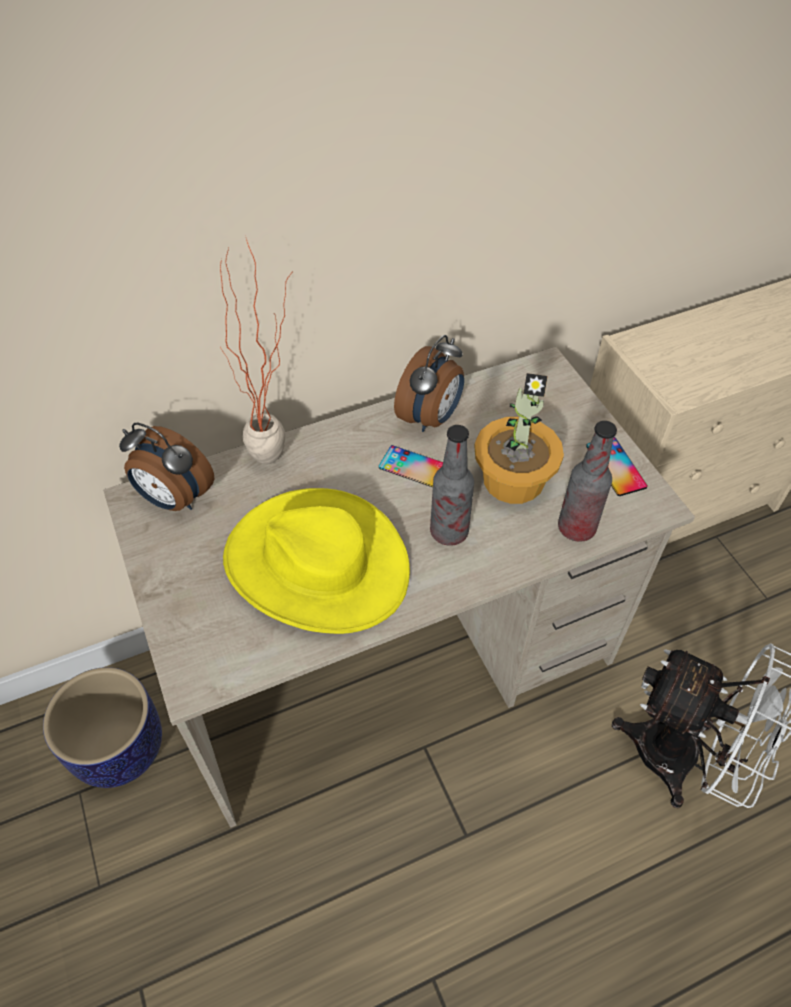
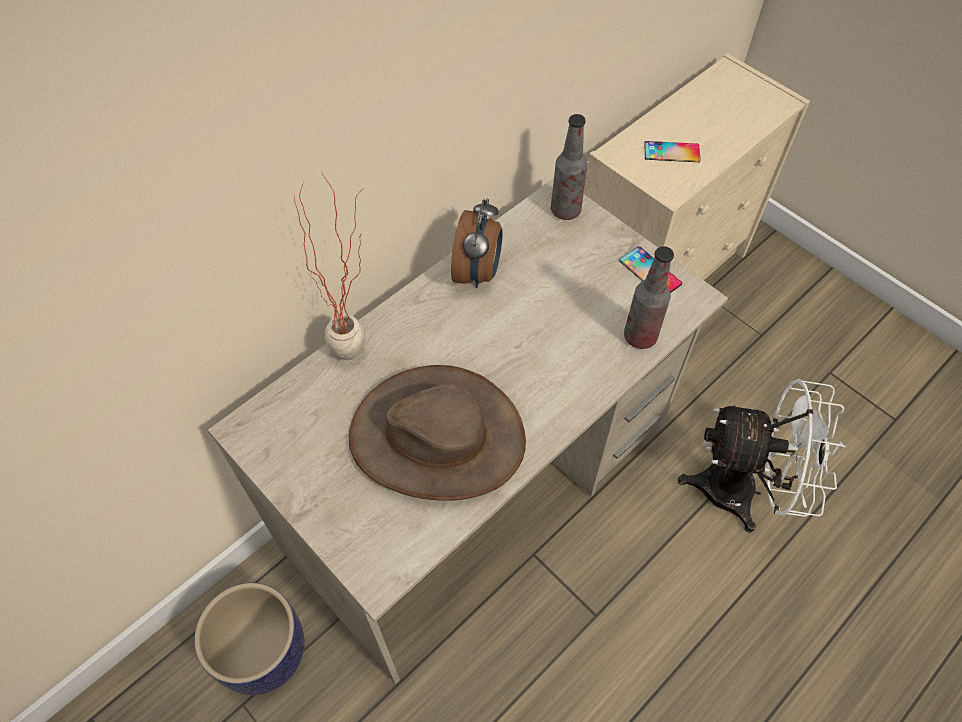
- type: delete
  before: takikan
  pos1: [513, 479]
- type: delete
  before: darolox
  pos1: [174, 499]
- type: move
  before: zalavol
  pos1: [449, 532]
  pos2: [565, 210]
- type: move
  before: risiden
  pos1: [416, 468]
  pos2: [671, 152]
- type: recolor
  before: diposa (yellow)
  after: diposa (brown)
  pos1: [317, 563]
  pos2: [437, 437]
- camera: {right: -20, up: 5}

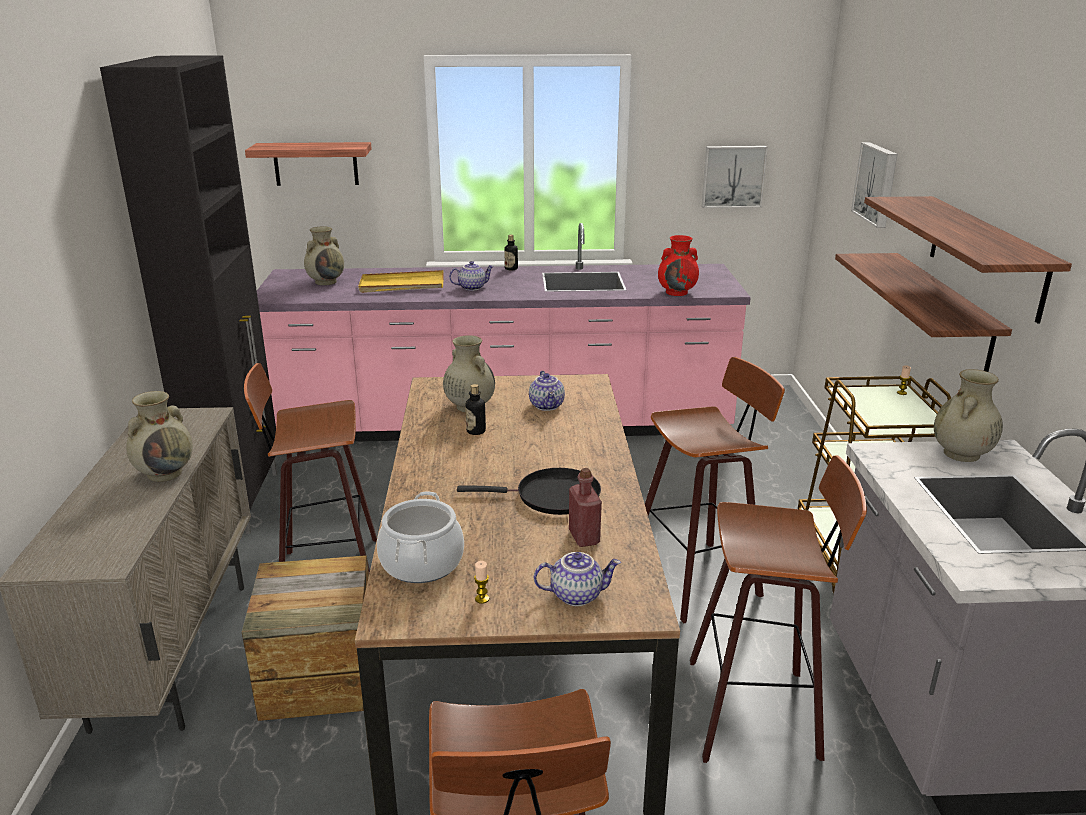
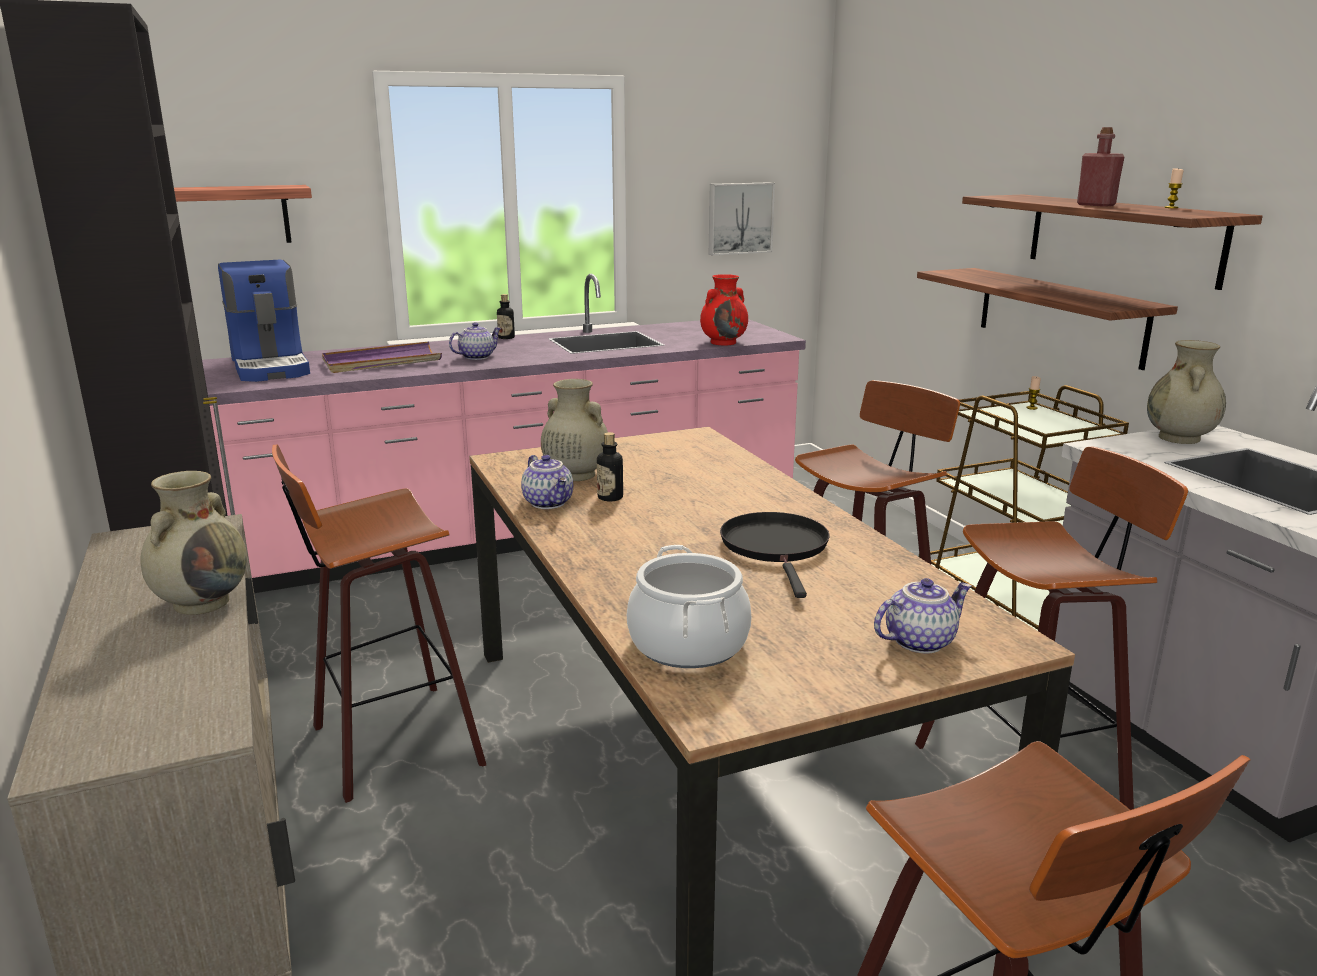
- type: delete
  before: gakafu
  pos1: [877, 184]
- type: replace
  before: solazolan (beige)
  after: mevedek
  pos1: [326, 282]
  pos2: [272, 367]
- type: recolor
  before: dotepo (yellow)
  after: dotepo (purple)
  pos1: [402, 285]
  pos2: [381, 362]
- type: move
  before: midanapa
  pos1: [547, 406]
  pos2: [549, 503]
- type: rotate
  before: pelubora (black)
  pos1: [552, 496]
  pos2: [776, 548]
  turn: -75
- type: move
  before: zalavol (red)
  pos1: [584, 537]
  pos2: [1096, 205]
- type: delete
  before: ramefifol
  pos1: [319, 677]
- type: move
  before: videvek
  pos1: [482, 599]
  pos2: [1171, 207]
- camera: {right: -20, up: -5}

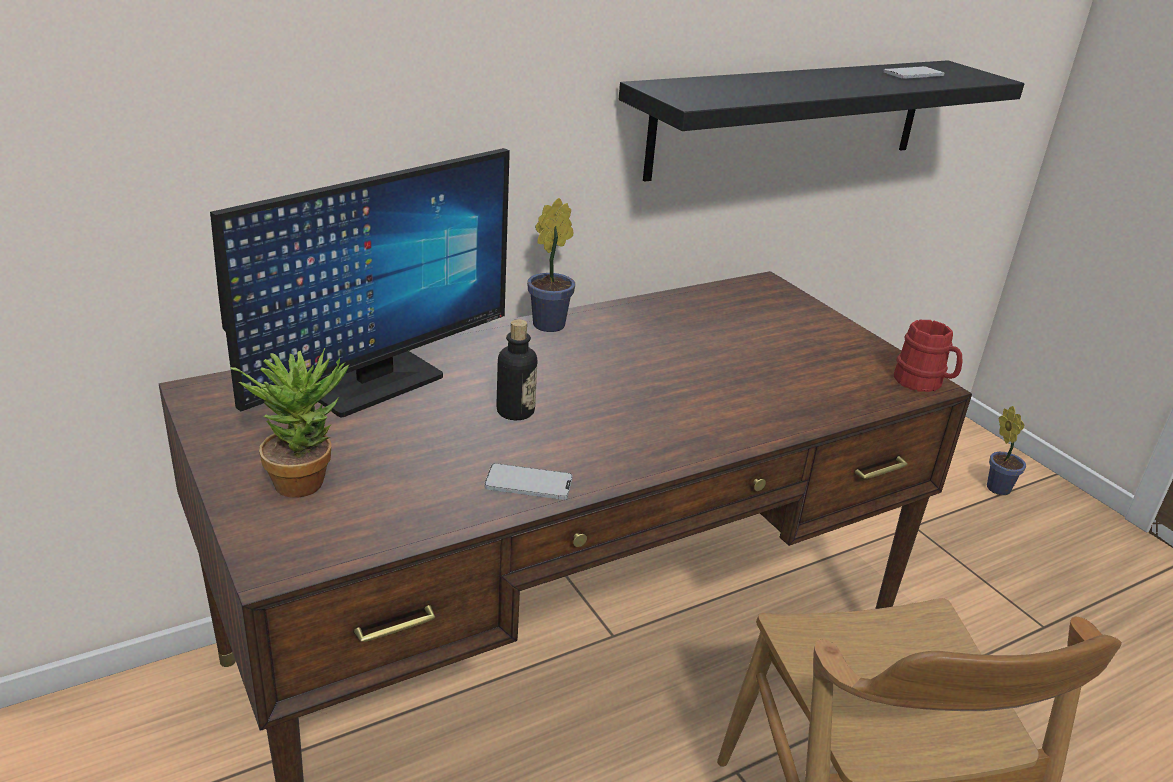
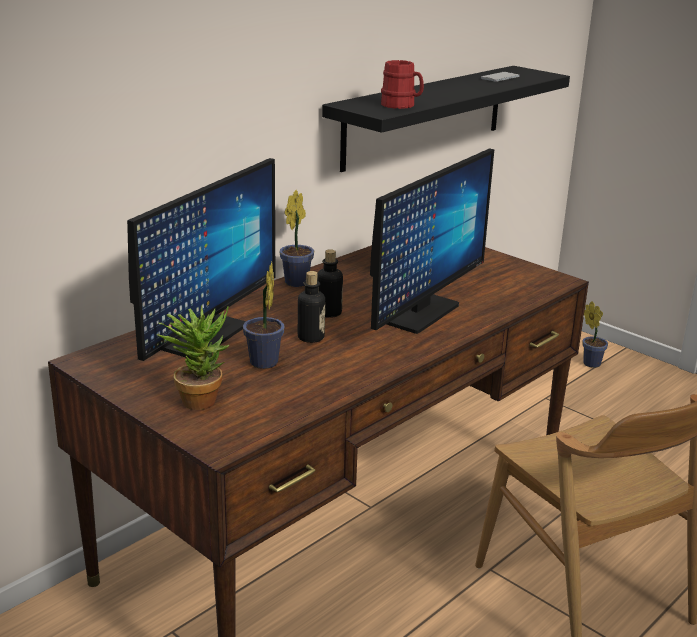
- type: move
  before: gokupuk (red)
  pos1: [923, 383]
  pos2: [402, 105]
- type: delete
  before: risiden
  pos1: [528, 483]
- type: insert
  after: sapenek
  pos2: [420, 313]
- type: insert
  after: zalavol
  pos2: [329, 313]
- type: insert
  after: takikan
  pos2: [263, 364]
- camera: {right: -15, up: -5}

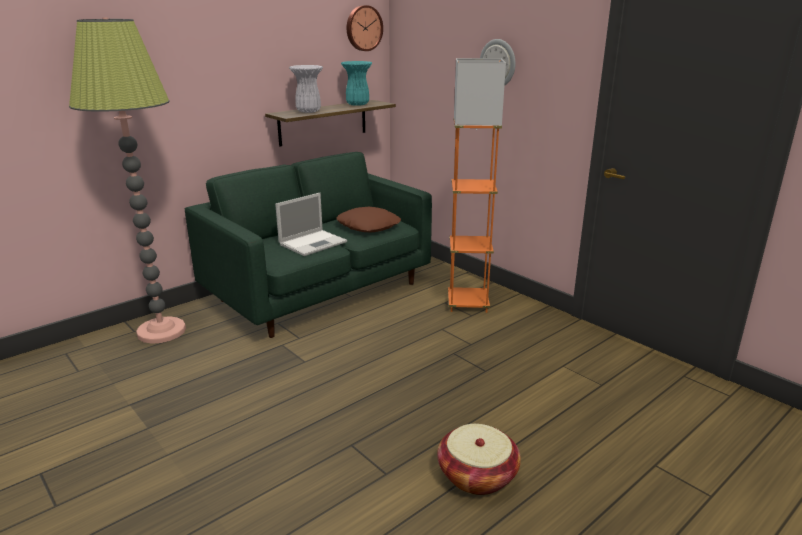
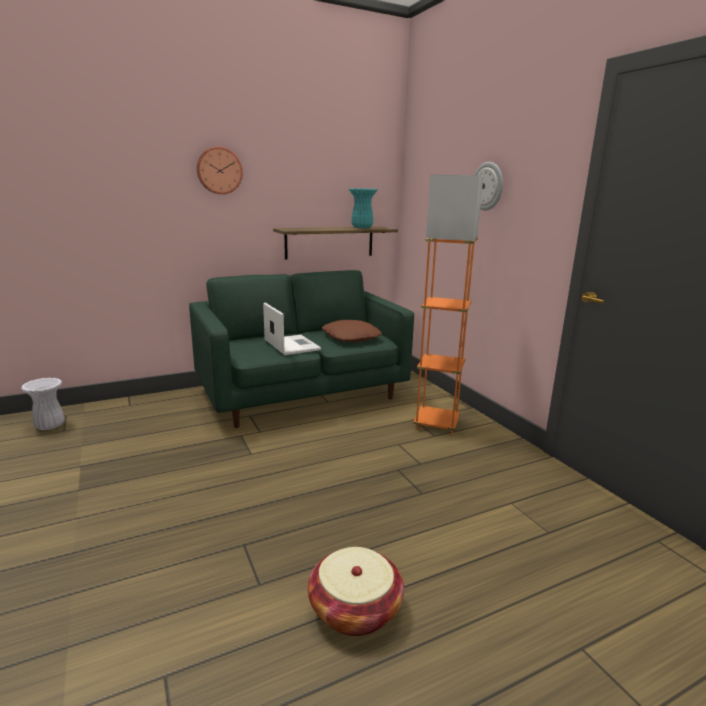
- type: move
  before: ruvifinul
  pos1: [363, 28]
  pos2: [219, 170]
- type: delete
  before: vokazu
  pos1: [161, 331]
- type: move
  before: solazolan (white)
  pos1: [308, 111]
  pos2: [49, 426]
- type: rotate
  before: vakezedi
  pos1: [314, 243]
  pos2: [291, 345]
  turn: -90
- camera: {right: 15, up: -5}

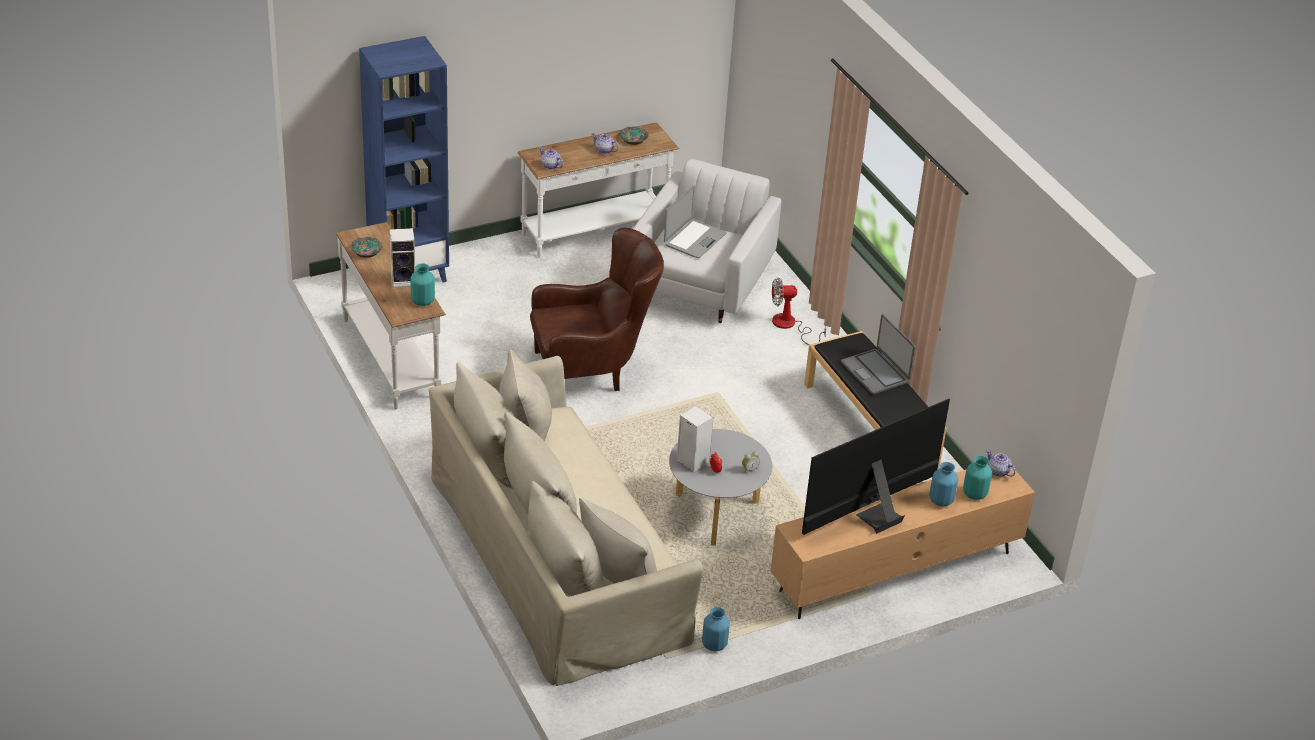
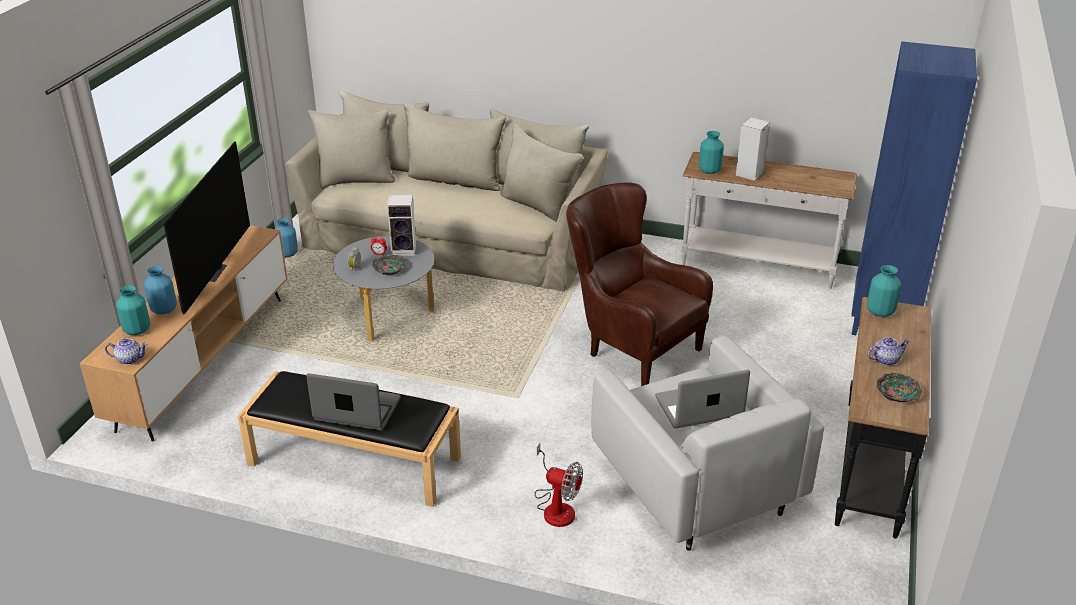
- type: recolor
  before: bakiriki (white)
  after: bakiriki (black)
  pos1: [595, 232]
  pos2: [869, 465]
- type: replace
  before: midanapa
  after: solazolan (turquoise)
  pos1: [550, 166]
  pos2: [879, 312]
- type: rotate
  before: vakezedi
  pos1: [694, 239]
  pos2: [699, 407]
  turn: 90
- type: rotate
  before: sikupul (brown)
  pos1: [592, 371]
  pos2: [630, 347]
  turn: 105
- type: move
  before: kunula
  pos1: [367, 250]
  pos2: [389, 269]
- type: rotate
  before: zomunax
  pos1: [790, 326]
  pos2: [556, 507]
  turn: 75
- camera: {right: 135, up: -5}

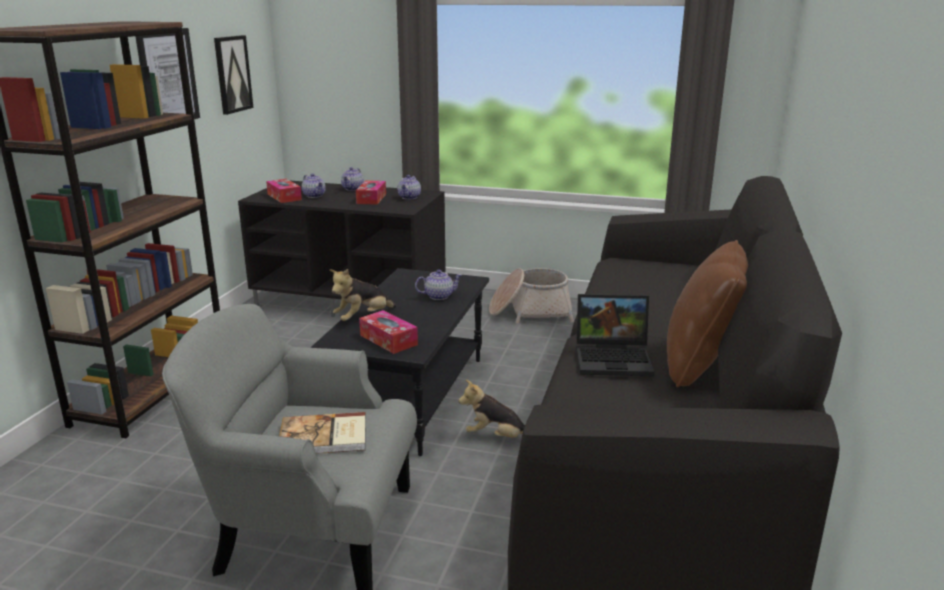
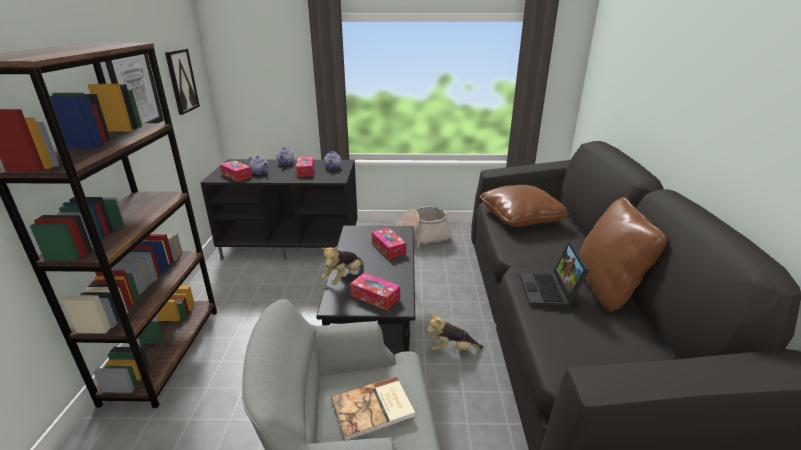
- type: replace
  before: midanapa
  after: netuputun
  pos1: [439, 296]
  pos2: [388, 248]
- type: rotate
  before: vakezedi
  pos1: [614, 359]
  pos2: [550, 291]
  turn: 105
- type: insert
  after: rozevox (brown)
  pos2: [520, 217]
- camera: {right: -15, up: 5}

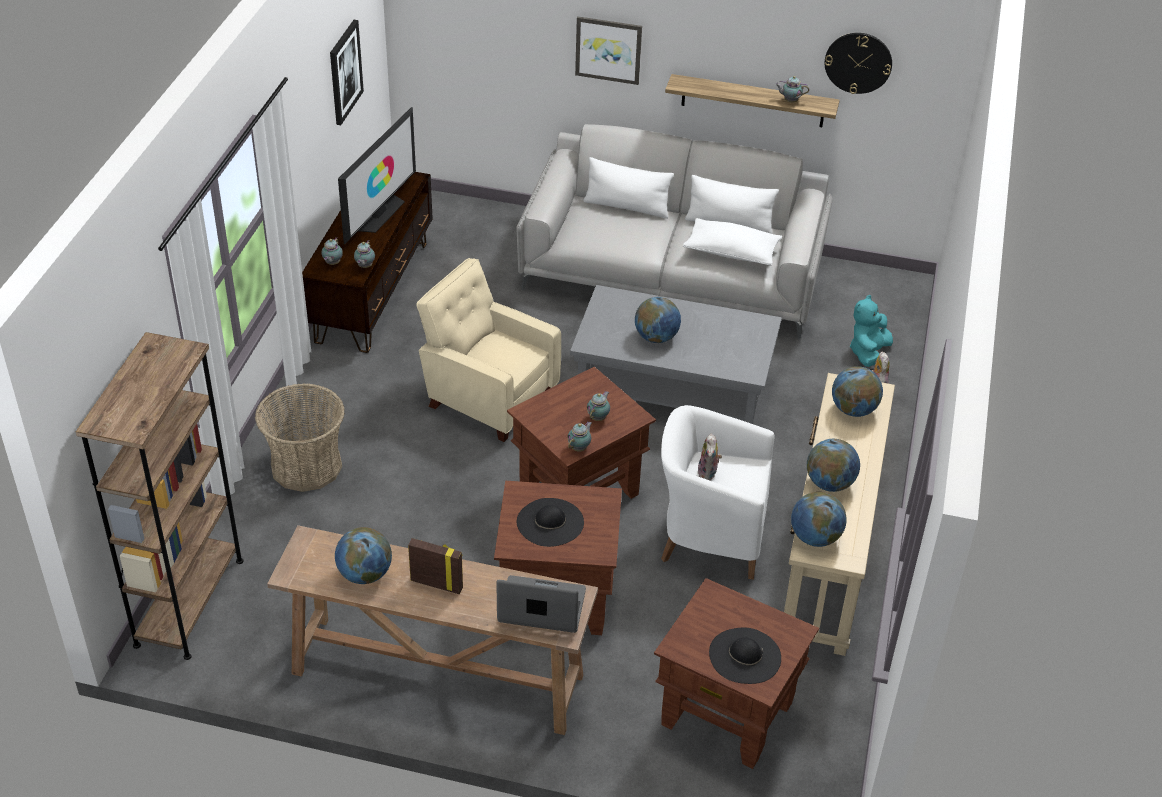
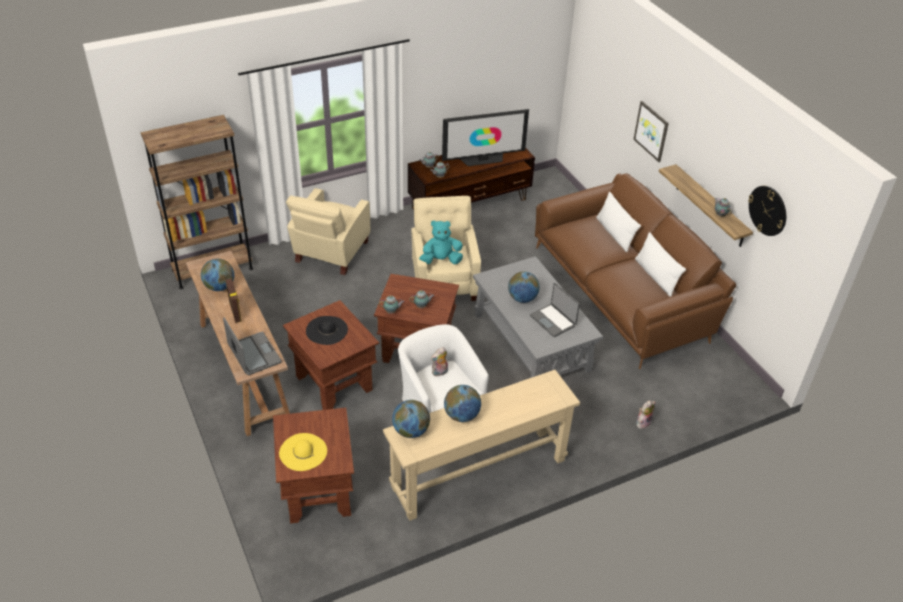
- type: delete
  before: gakafu
  pos1: [345, 72]
- type: recolor
  before: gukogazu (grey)
  after: gukogazu (brown)
  pos1: [673, 275]
  pos2: [622, 292]
- type: delete
  before: rozevox (white)
  pos1: [731, 252]
- type: move
  before: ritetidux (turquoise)
  pos1: [868, 352]
  pos2: [441, 260]
- type: delete
  before: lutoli
  pos1: [853, 410]
- type: replace
  before: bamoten
  after: sikupul (beige)
  pos1: [306, 466]
  pos2: [330, 253]
- type: recolor
  before: diposa (black)
  after: diposa (yellow)
  pos1: [744, 656]
  pos2: [303, 452]
- type: insert
  after: vakezedi
  pos2: [553, 320]
- camera: {right: 50, up: 0}

